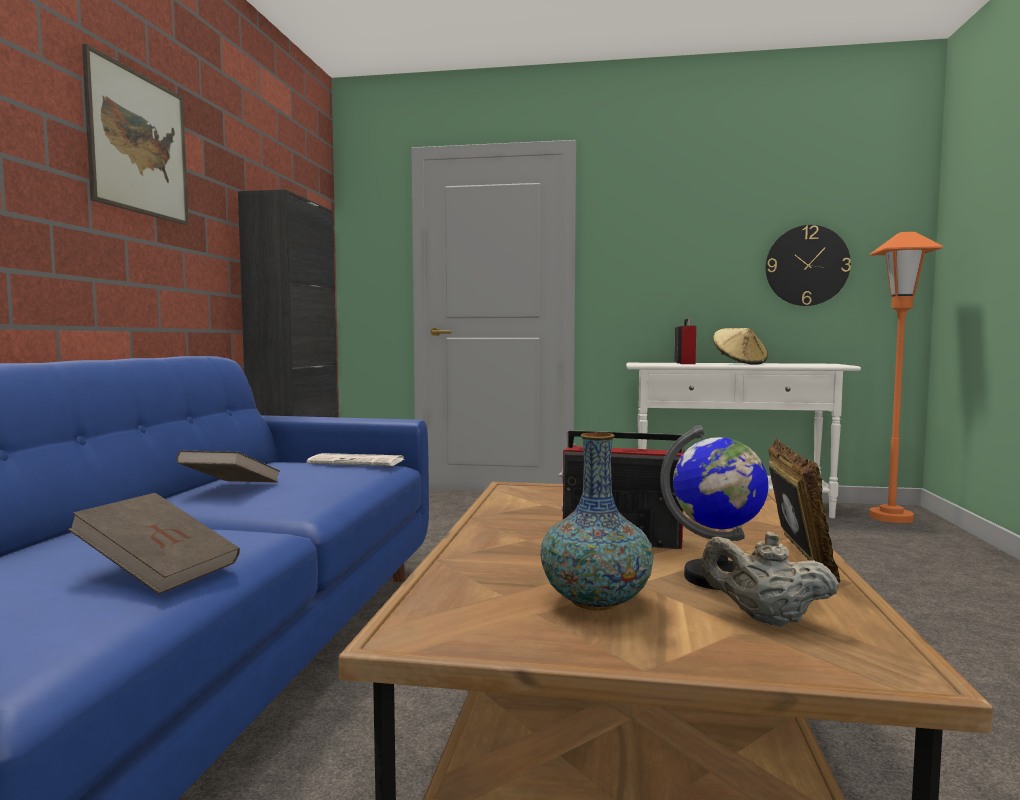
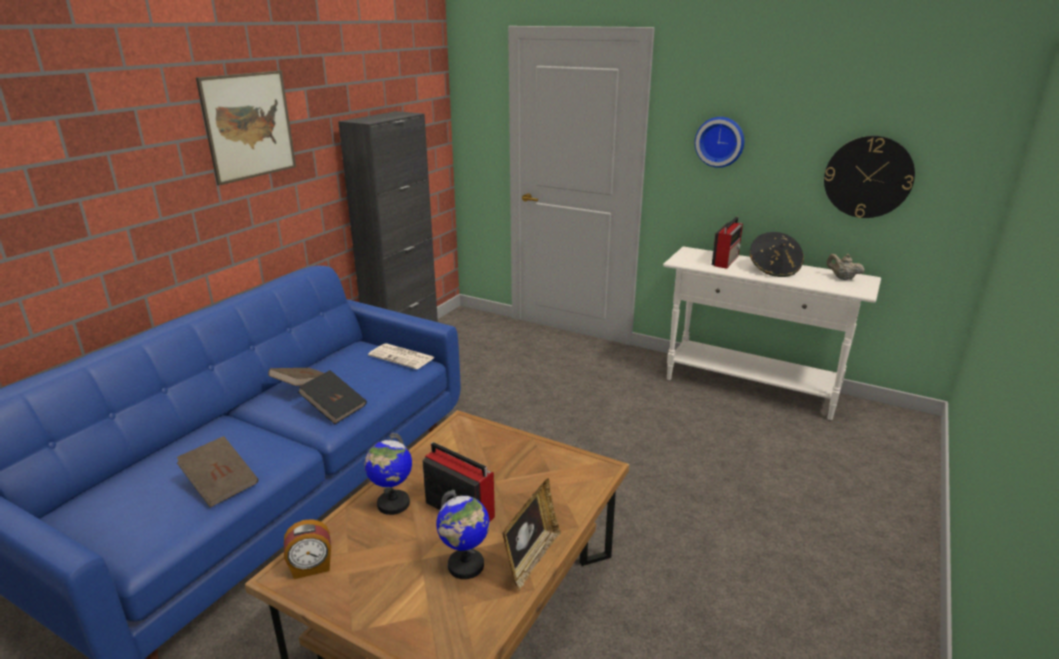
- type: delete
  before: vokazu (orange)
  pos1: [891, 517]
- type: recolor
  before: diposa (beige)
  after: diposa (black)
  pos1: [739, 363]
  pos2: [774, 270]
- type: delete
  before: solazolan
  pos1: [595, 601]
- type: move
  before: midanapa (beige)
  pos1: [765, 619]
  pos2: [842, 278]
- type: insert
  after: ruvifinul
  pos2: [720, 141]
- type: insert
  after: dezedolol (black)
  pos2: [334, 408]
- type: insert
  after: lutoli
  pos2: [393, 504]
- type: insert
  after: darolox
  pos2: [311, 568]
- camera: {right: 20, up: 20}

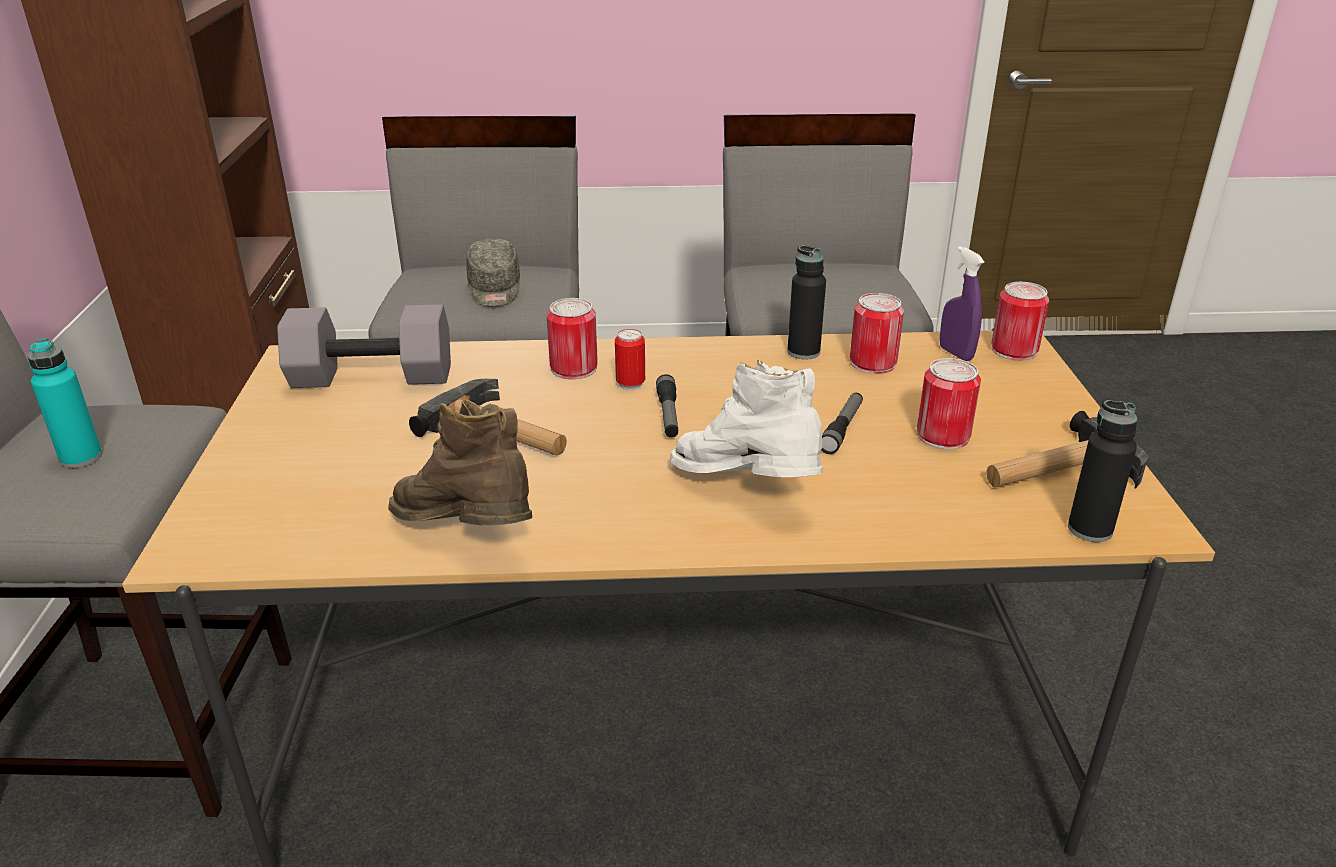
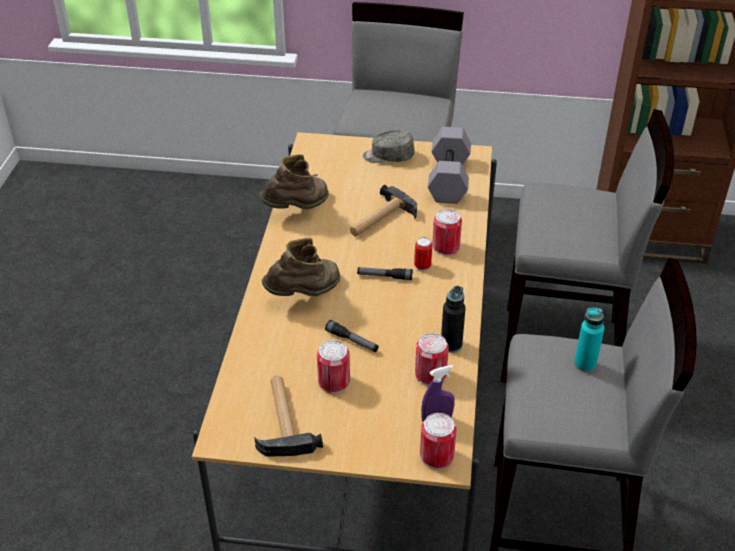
- type: move
  before: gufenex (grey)
  pos1: [494, 289]
  pos2: [388, 156]
- type: move
  before: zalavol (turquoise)
  pos1: [81, 458]
  pos2: [585, 364]
- type: recolor
  before: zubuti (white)
  after: zubuti (brown)
  pos1: [747, 490]
  pos2: [304, 294]
- type: delete
  before: zalavol (black)
  pos1: [1090, 529]
- camera: {right: 100, up: 10}

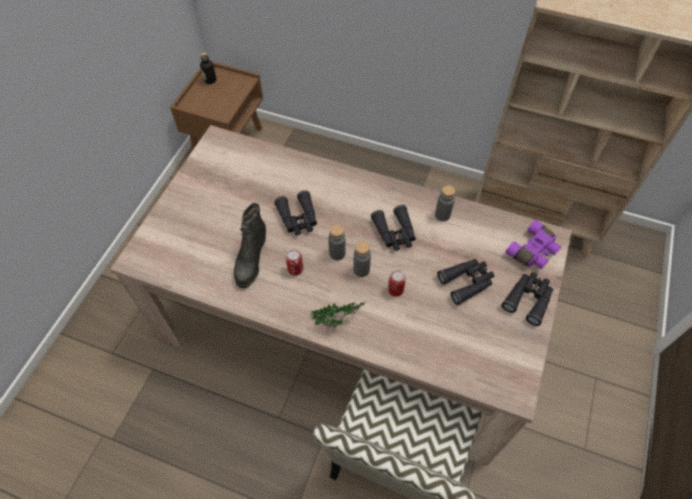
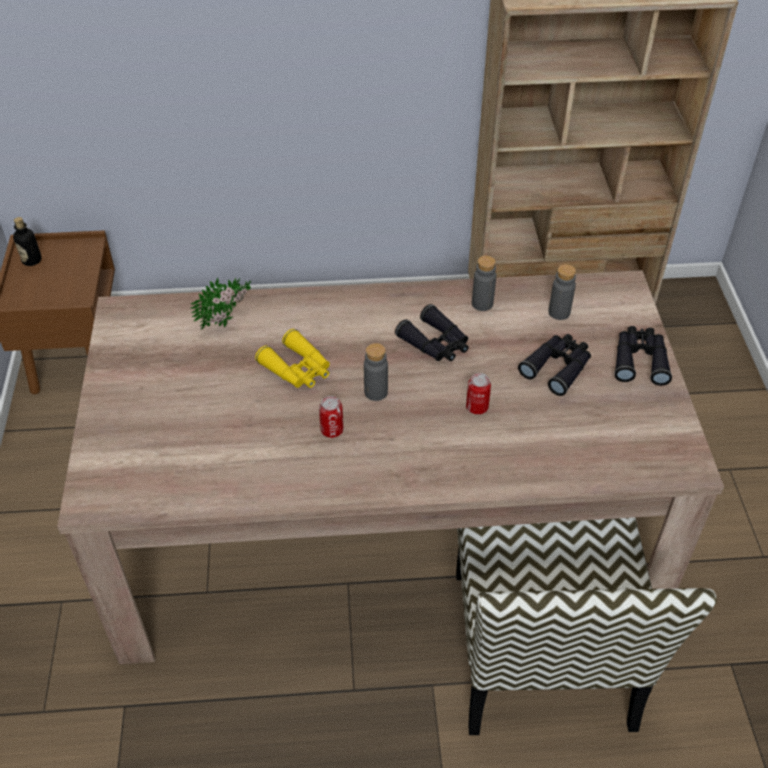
- type: recolor
  before: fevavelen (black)
  after: fevavelen (yellow)
  pos1: [298, 218]
  pos2: [298, 369]
- type: delete
  before: zubuti (black)
  pos1: [251, 261]
- type: delete
  before: fevavelen (purple)
  pos1: [533, 251]
- type: move
  before: zalavol (grey)
  pos1: [361, 270]
  pos2: [559, 312]
- type: move
  before: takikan
  pos1: [339, 322]
  pos2: [228, 321]
- camera: {right: -25, up: -10}

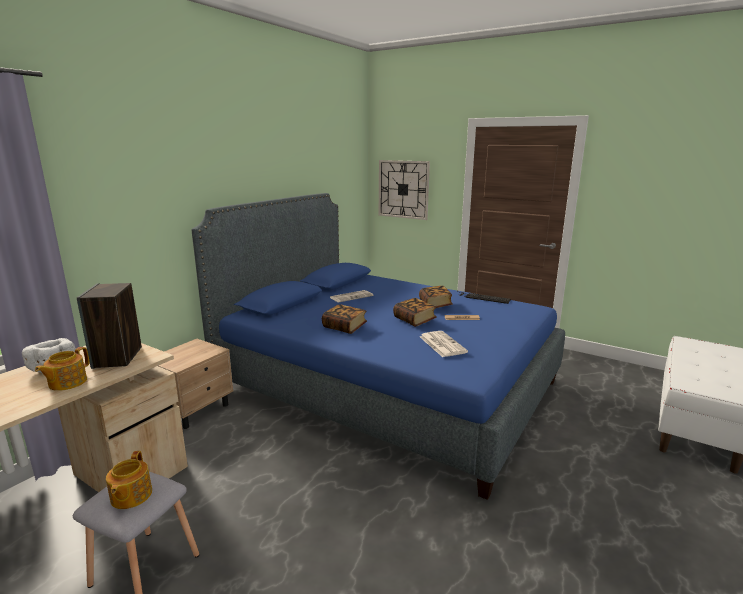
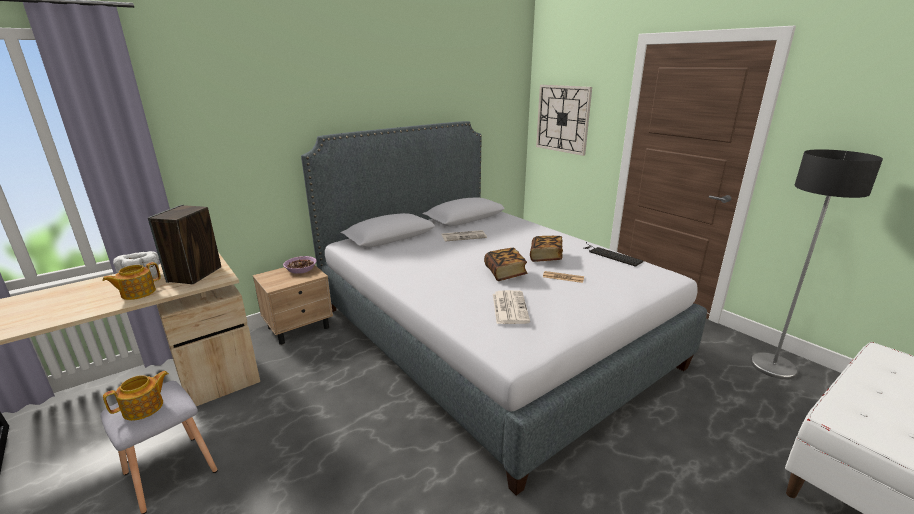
- type: recolor
  before: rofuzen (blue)
  after: rofuzen (grey)
  pos1: [385, 385]
  pos2: [486, 335]
- type: delete
  before: dezedolol
  pos1: [344, 327]
- type: rotate
  before: midanapa
  pos1: [130, 496]
  pos2: [144, 408]
  turn: -150
- type: insert
  after: vokazu
  pos2: [773, 366]
- type: insert
  after: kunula
  pos2: [301, 269]
- camera: {right: 20, up: 5}

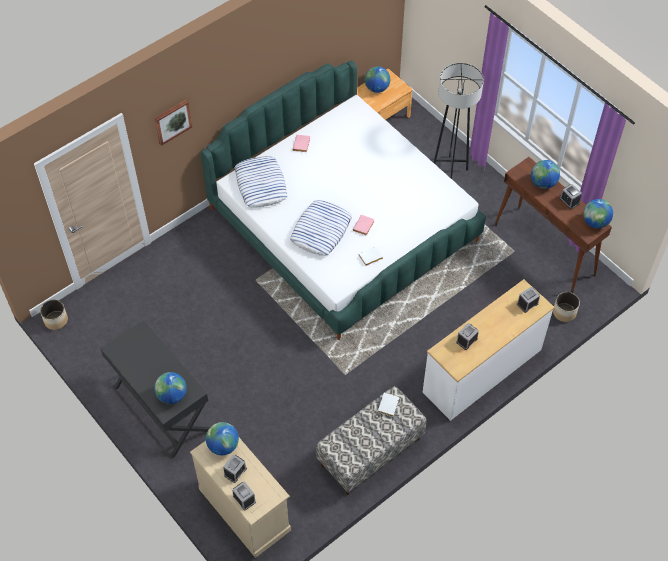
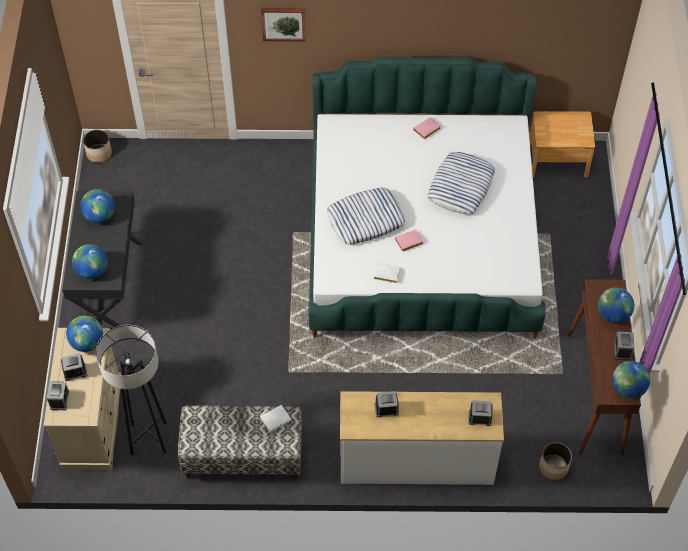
- type: move
  before: vokazu (grey)
  pos1: [449, 169]
  pos2: [148, 438]
- type: move
  before: lutoli
  pos1: [377, 88]
  pos2: [100, 216]
- type: move
  before: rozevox
  pos1: [261, 185]
  pos2: [461, 187]
- camera: {right: 40, up: 0}

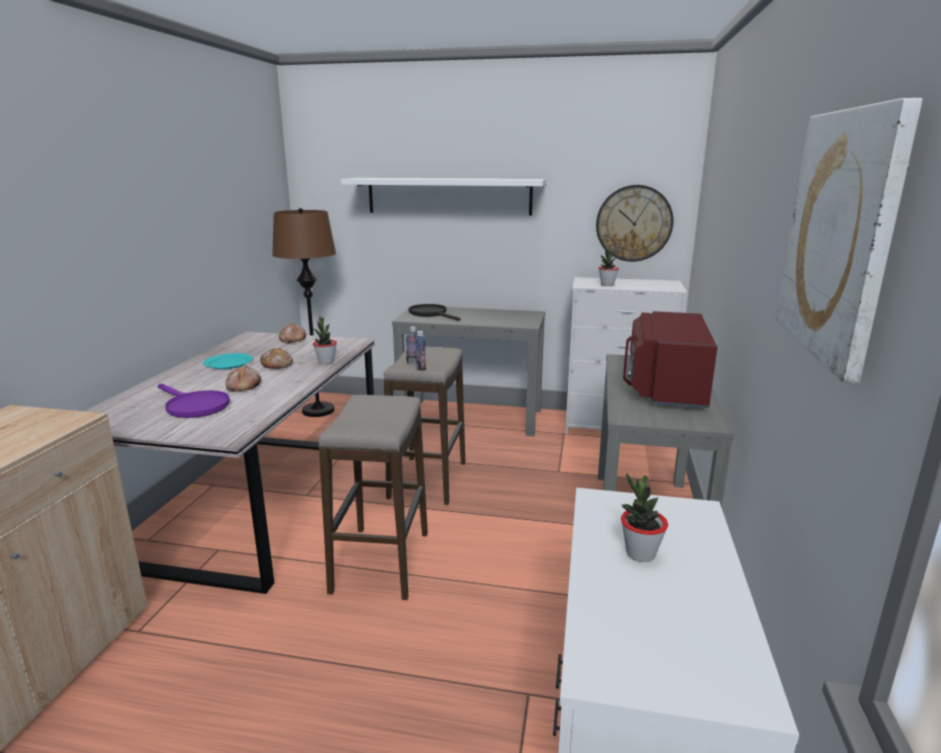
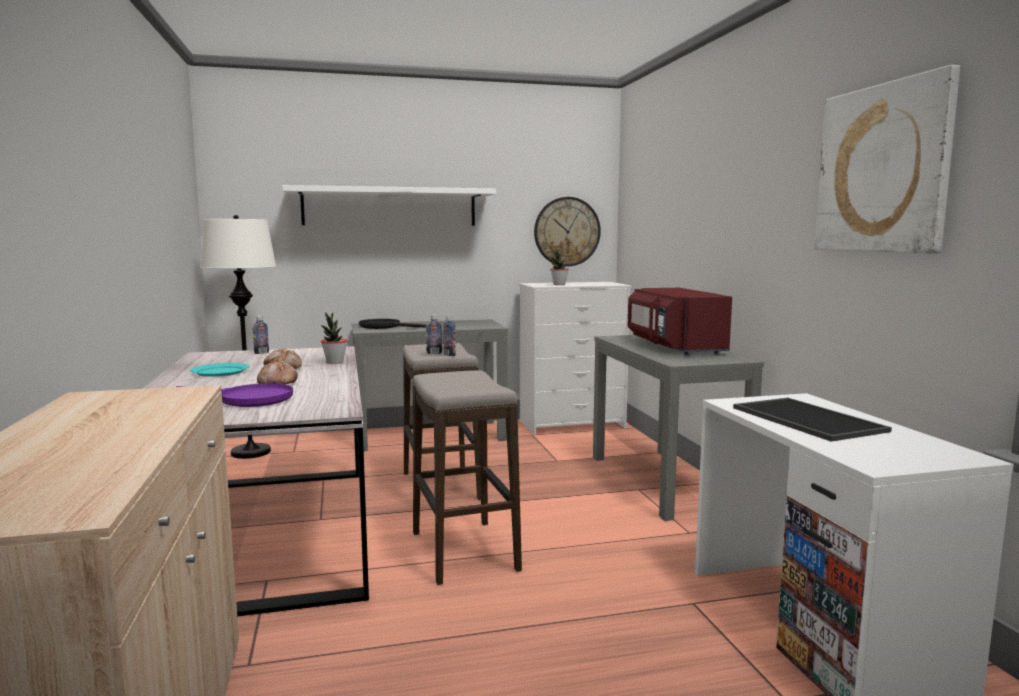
- type: recolor
  before: vokazu (brown)
  after: vokazu (white)
  pos1: [318, 410]
  pos2: [251, 452]
- type: replace
  before: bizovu
  after: zalavol
  pos1: [292, 340]
  pos2: [261, 353]
- type: replace
  before: takikan
  after: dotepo
  pos1: [640, 554]
  pos2: [804, 419]
- camera: {right: -25, up: -10}

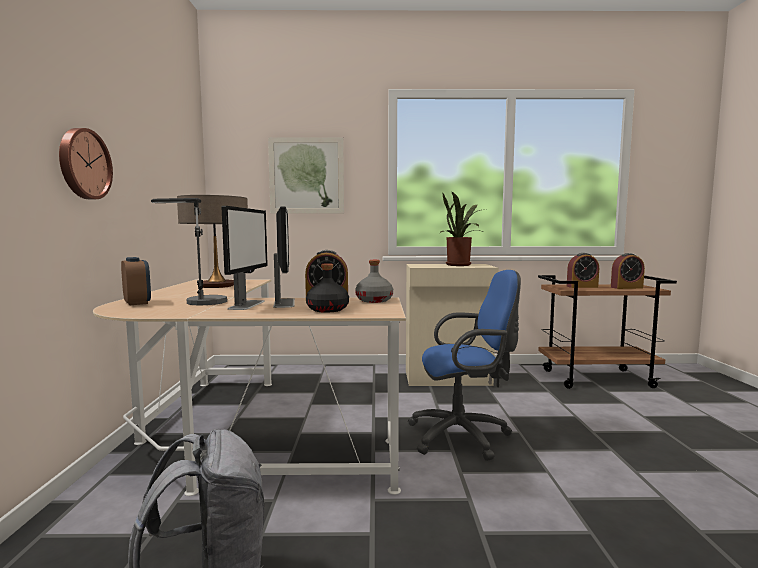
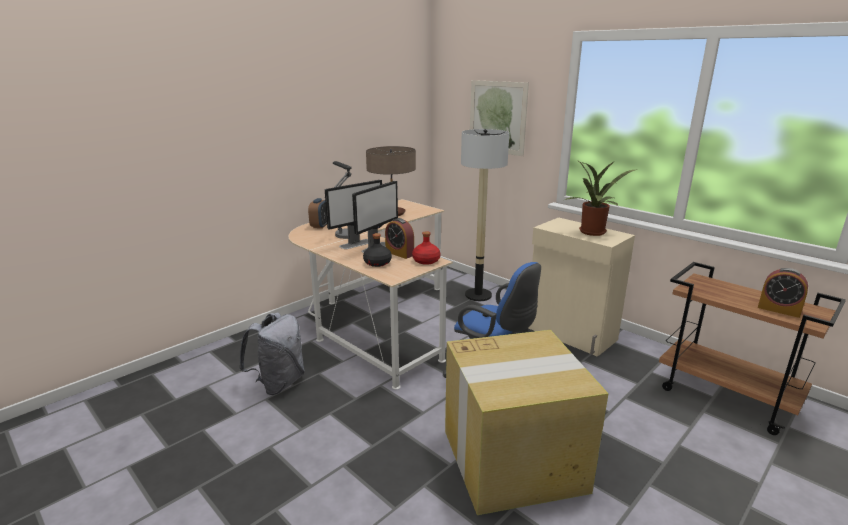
- type: delete
  before: ruvifinul
  pos1: [83, 164]
- type: delete
  before: darolox
  pos1: [582, 287]
- type: recolor
  before: zalavol (grey)
  after: zalavol (red)
  pos1: [374, 300]
  pos2: [426, 261]
- type: insert
  after: vokazu
  pos2: [478, 295]
- type: insert
  after: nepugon
  pos2: [514, 460]
- camera: {right: 45, up: 15}

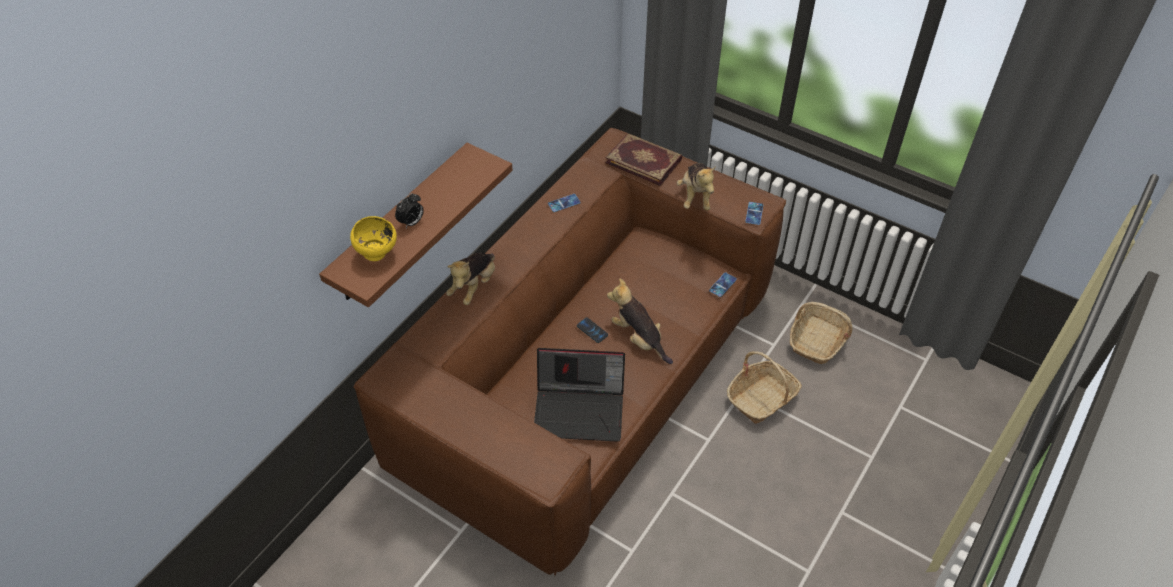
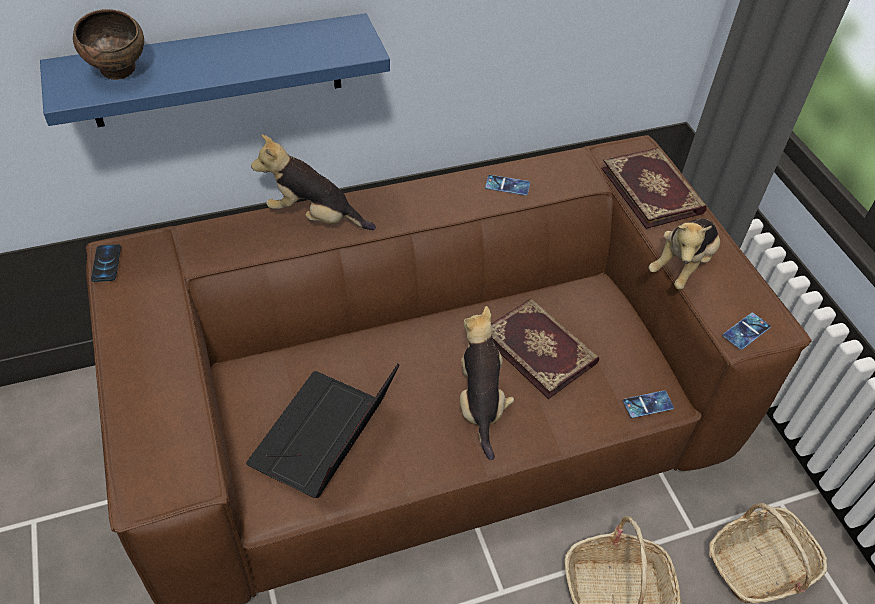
- type: recolor
  before: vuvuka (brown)
  after: vuvuka (blue)
  pos1: [401, 224]
  pos2: [217, 71]
- type: delete
  before: darolox
  pos1: [411, 223]
- type: recolor
  before: kunula (yellow)
  after: kunula (brown)
  pos1: [378, 254]
  pos2: [120, 73]
- type: rotate
  before: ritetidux
  pos1: [474, 286]
  pos2: [314, 217]
  turn: 45
- type: move
  before: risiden
  pos1: [592, 330]
  pos2: [106, 263]
- type: rotate
  before: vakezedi
  pos1: [580, 410]
  pos2: [325, 440]
  turn: 75
- type: insert
  after: dezedolol
  pos2: [540, 349]
- camera: {right: 35, up: 0}

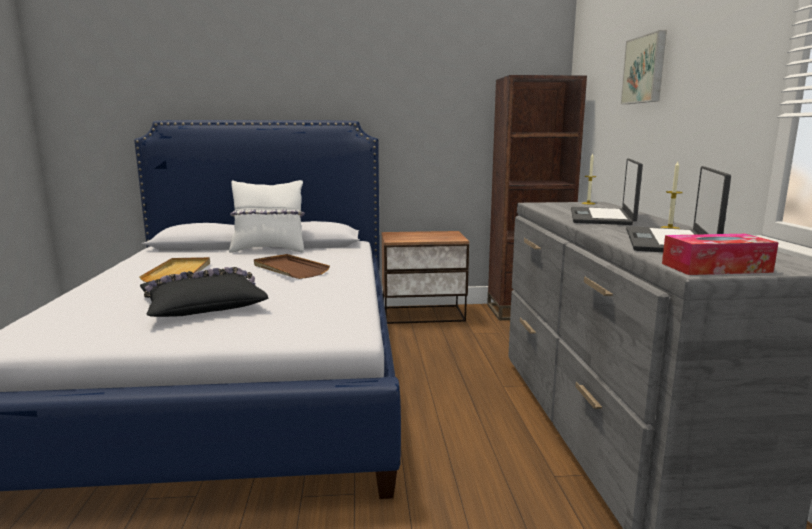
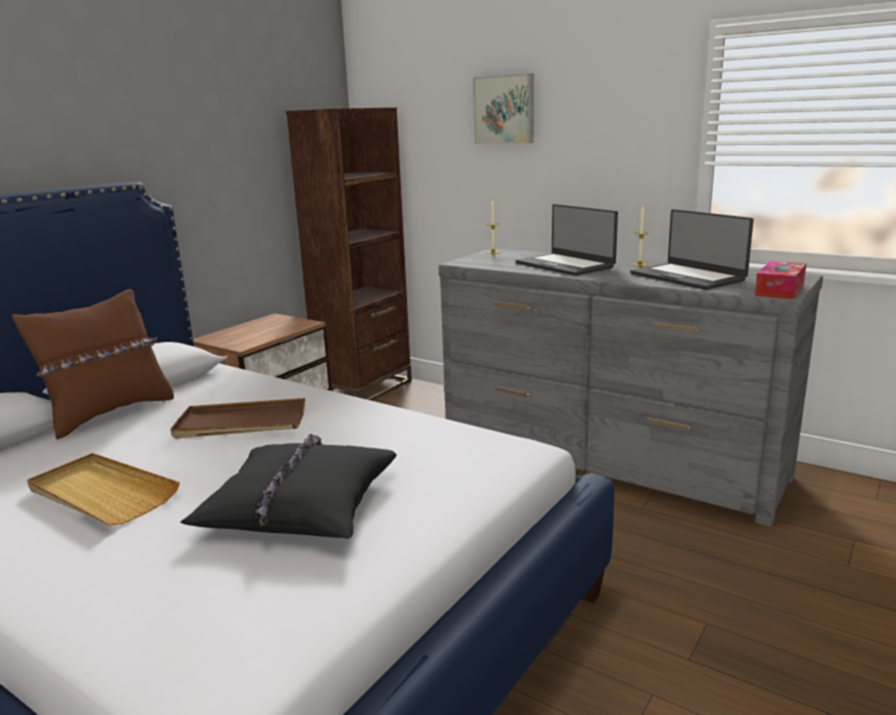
- type: recolor
  before: rozevox (white)
  after: rozevox (brown)
  pos1: [269, 250]
  pos2: [109, 413]
- camera: {right: -50, up: 5}

